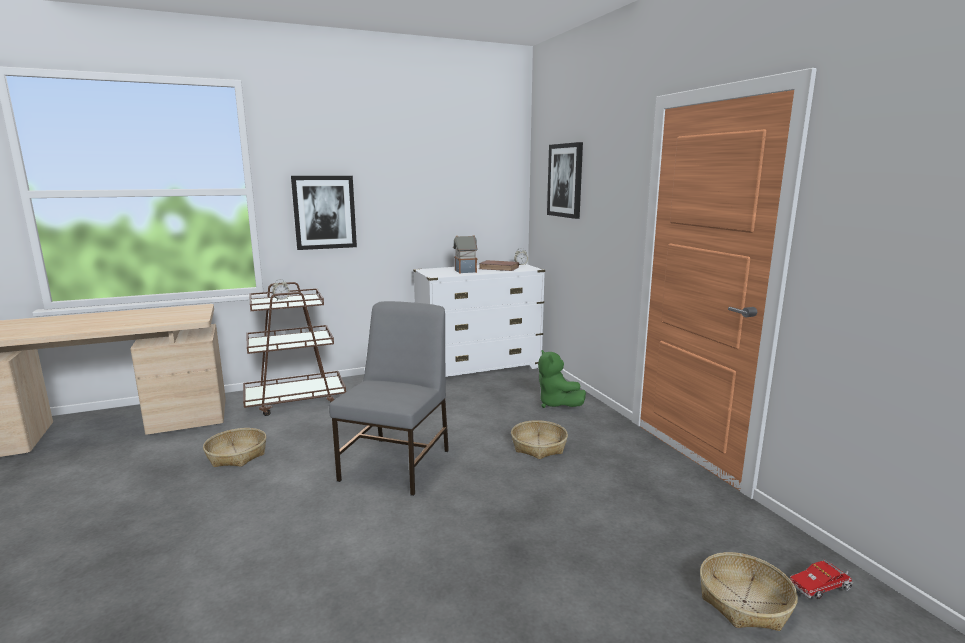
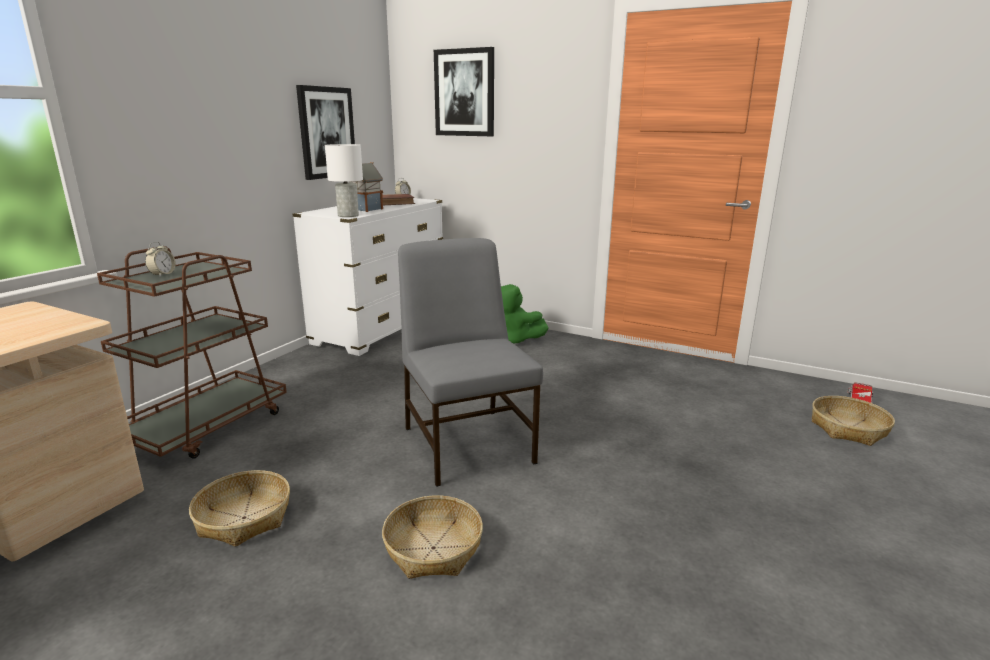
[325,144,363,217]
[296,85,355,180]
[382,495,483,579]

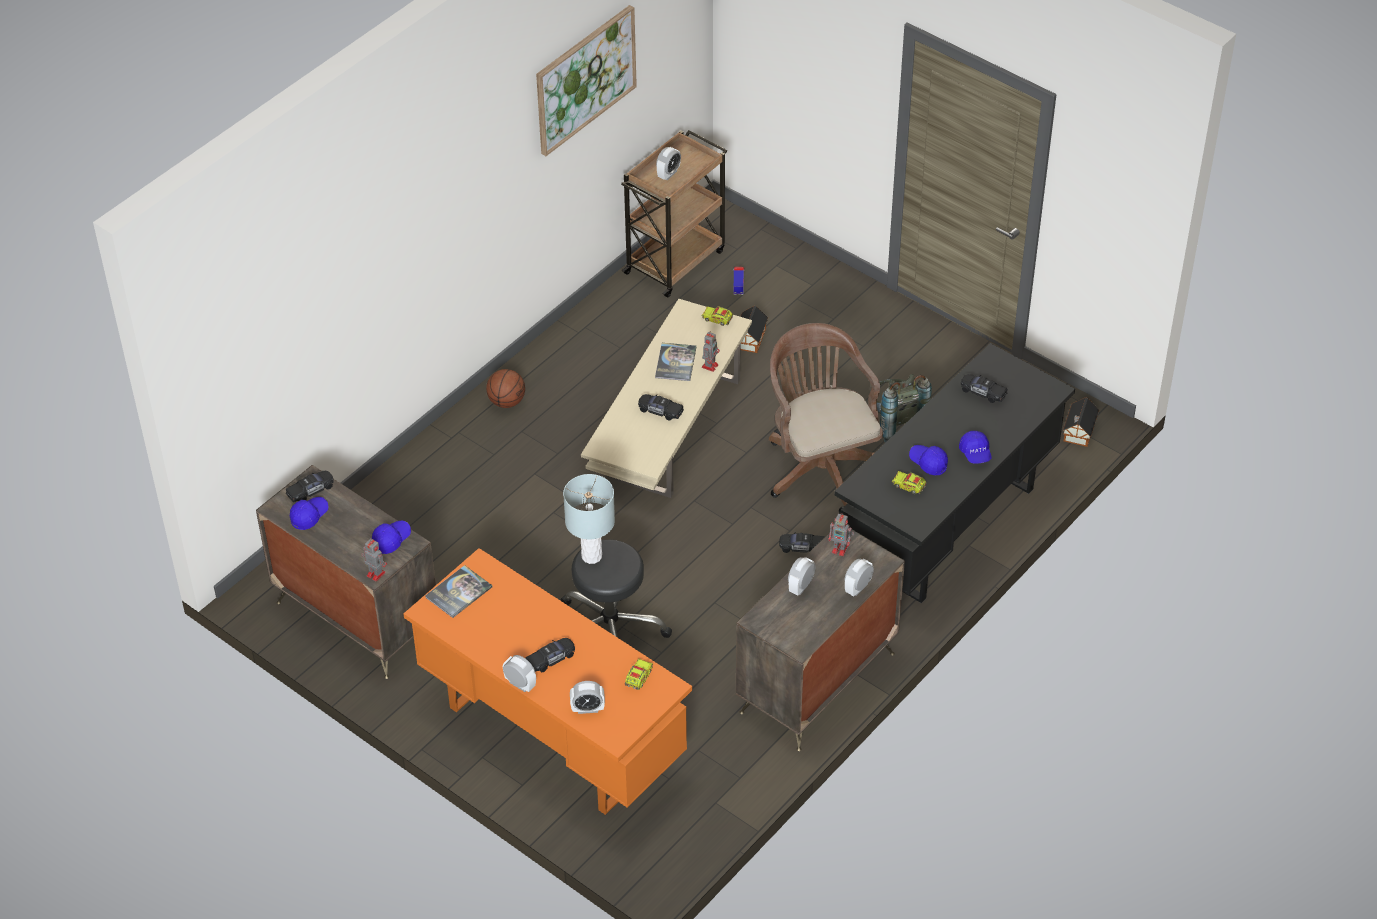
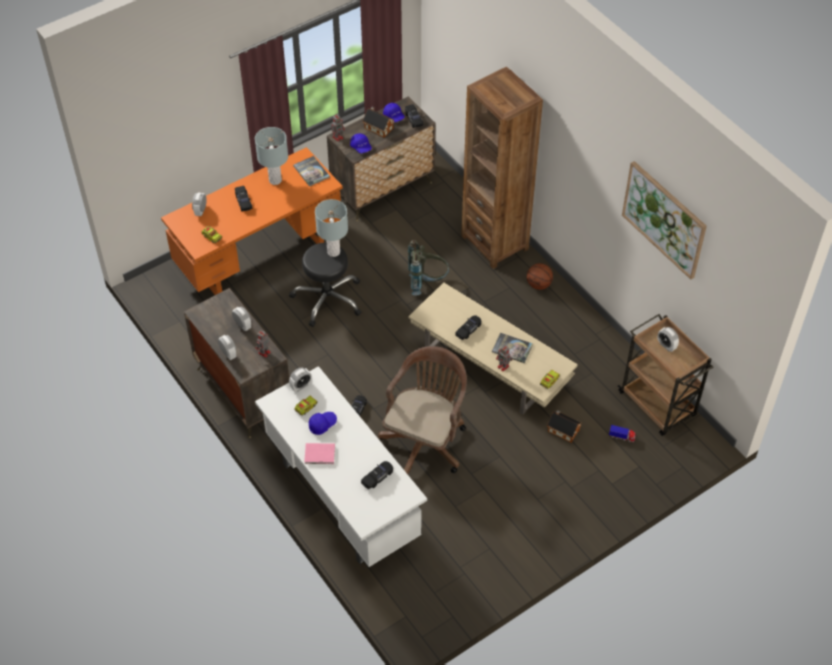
[255,127,288,185]
[461,67,543,269]
[289,367,312,392]
[408,240,449,295]
[363,107,394,138]
[304,443,335,464]
[255,366,427,567]
[378,346,467,474]

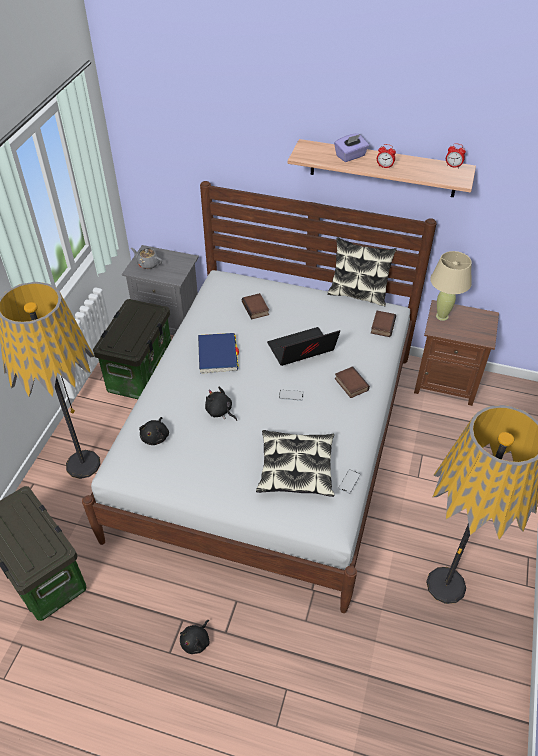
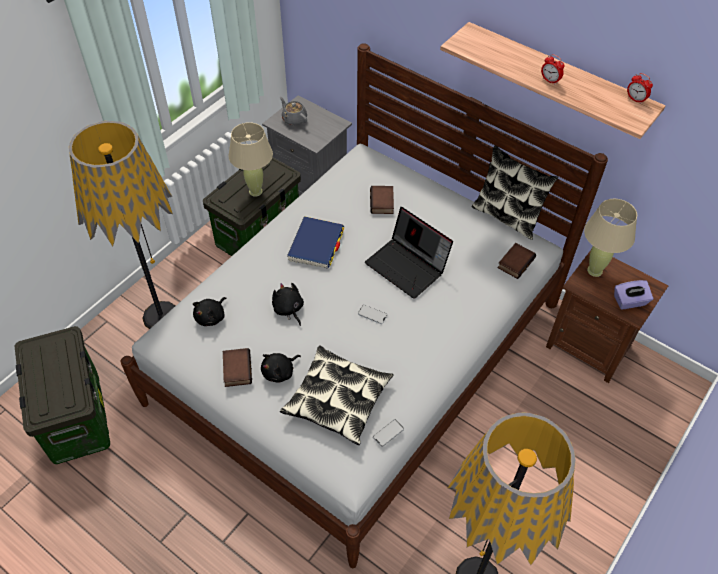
[228,122,273,197]
[261,353,301,383]
[614,280,653,309]
[223,348,252,387]
[365,207,453,299]

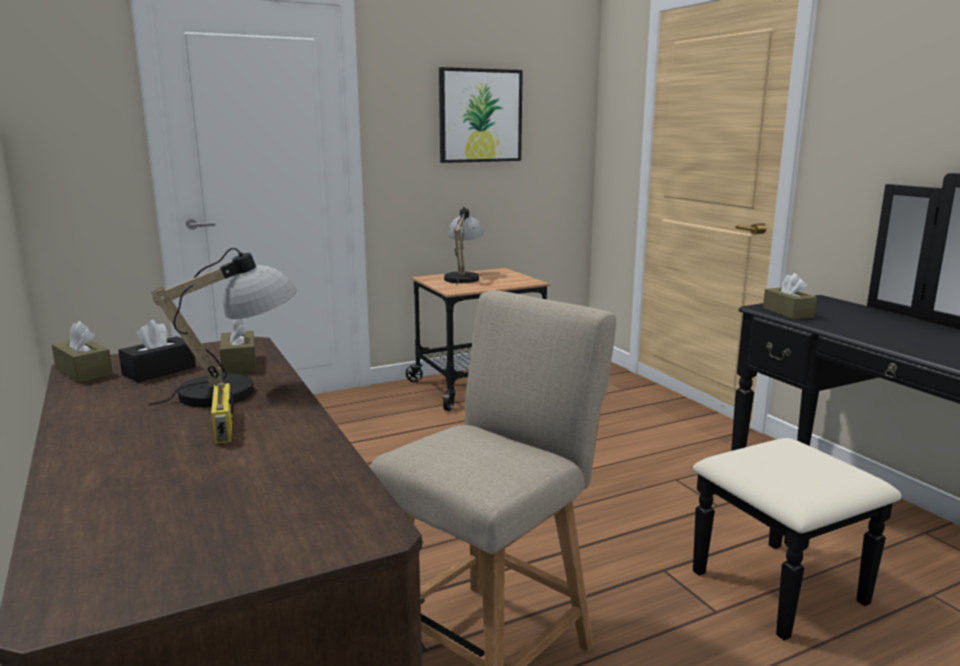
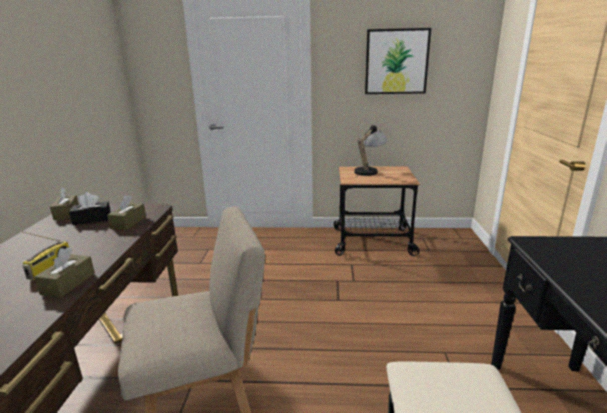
[148,248,297,407] (first image)
[34,247,95,298]

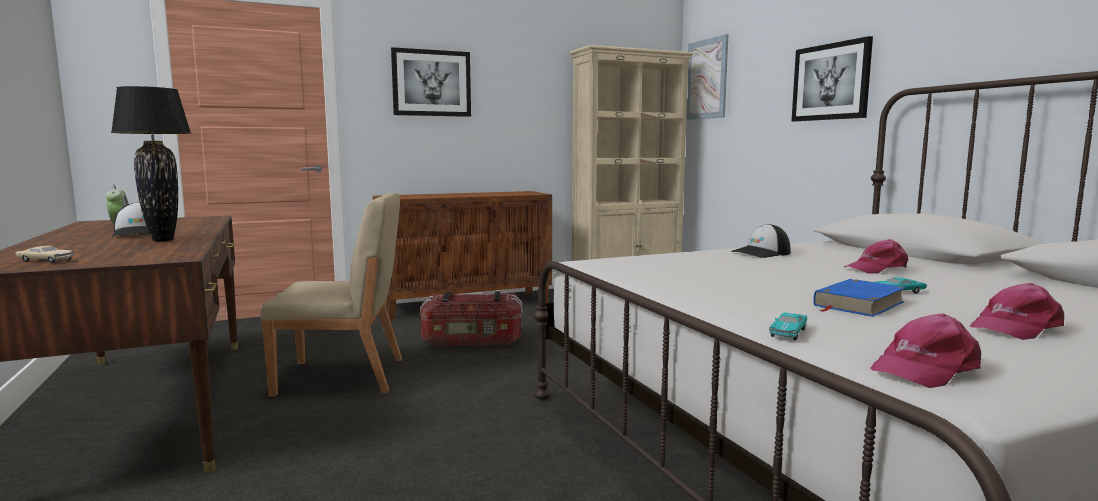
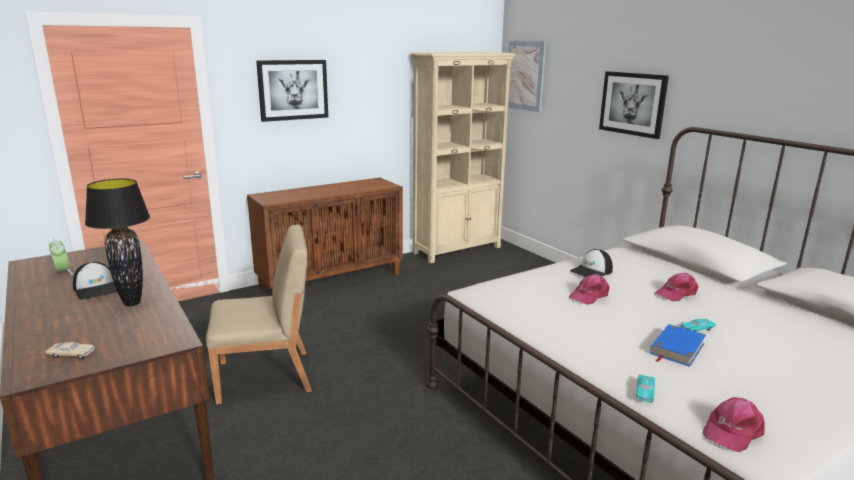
[420,291,523,347] (first image)
[569,274,610,305]

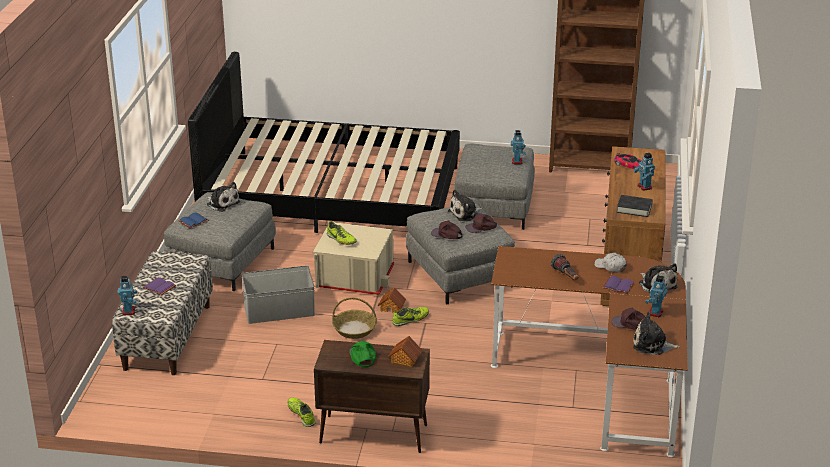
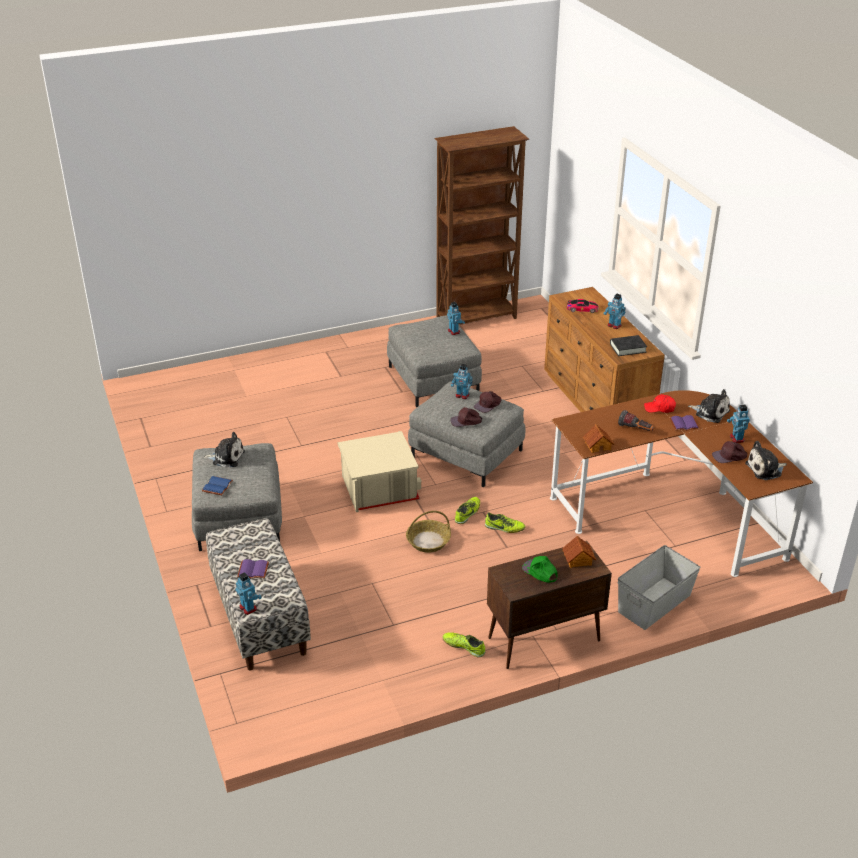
[188,52,460,233] (first image)
[618,545,700,630]
[485,512,525,533]
[583,425,614,453]
[451,364,473,399]
[644,394,676,413]

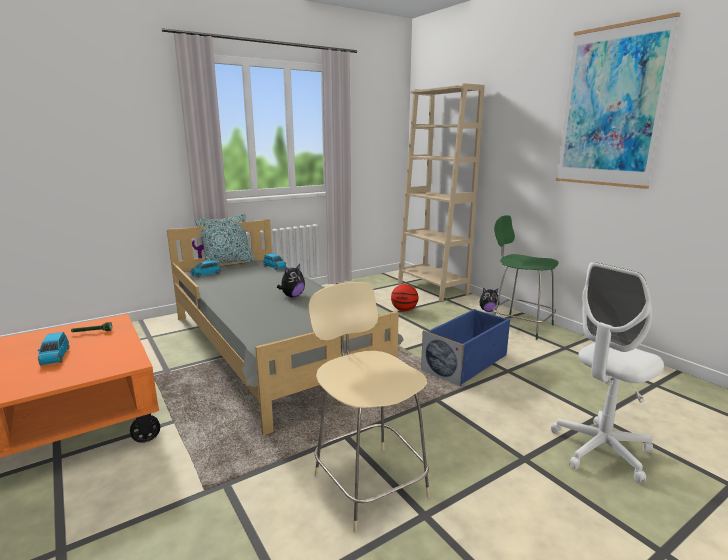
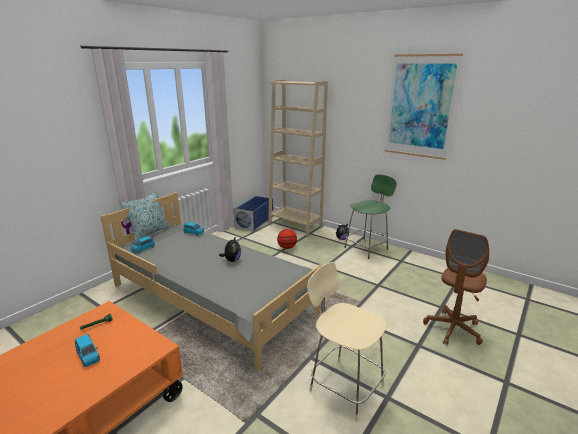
[233,196,273,232]
[423,229,489,345]
[344,174,396,259]

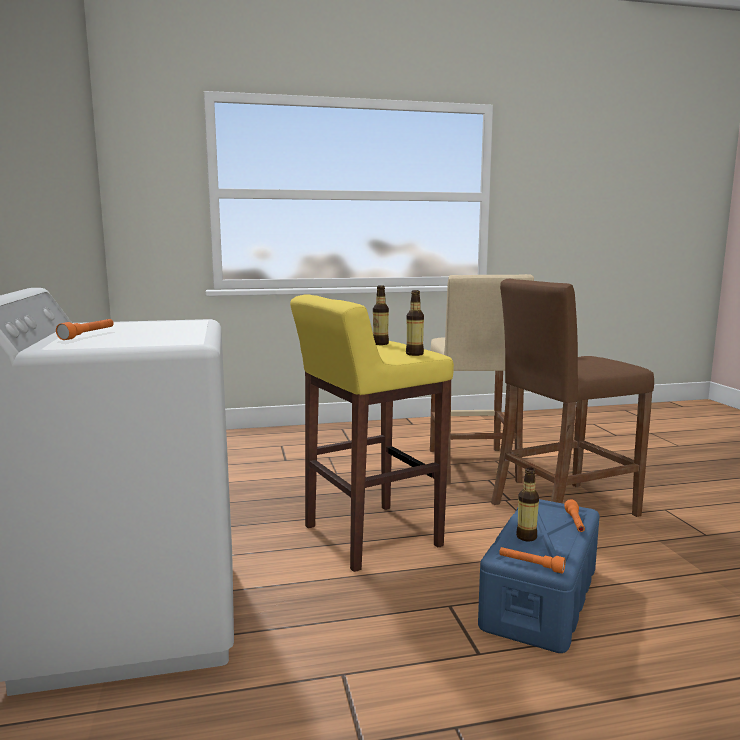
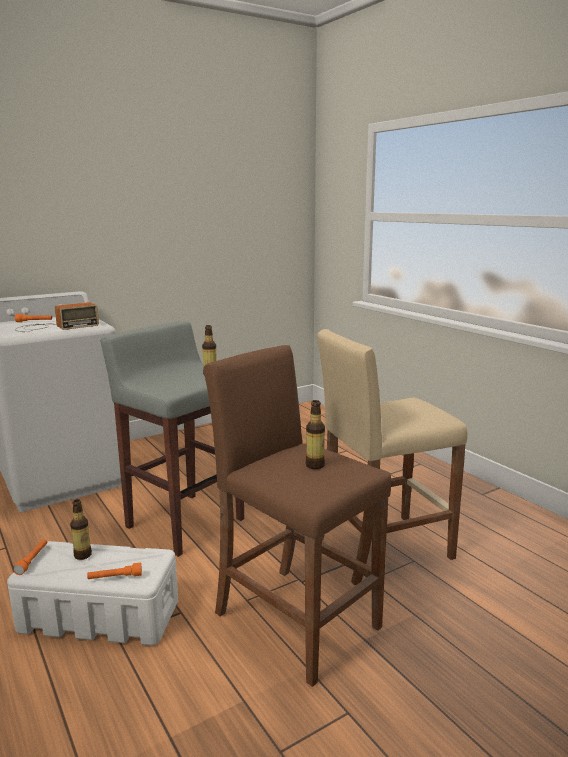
[15,302,99,332]
[306,400,325,469]
[100,321,244,557]
[7,541,178,646]

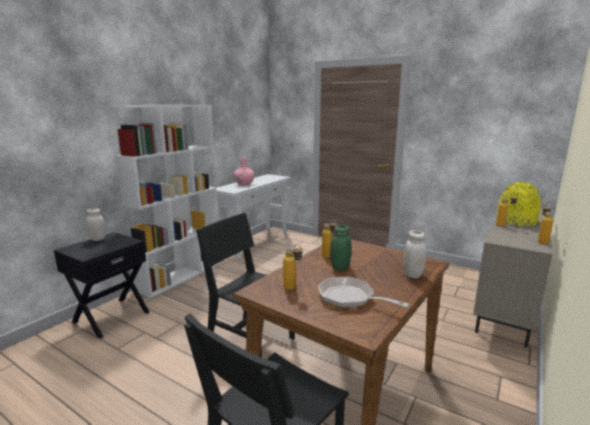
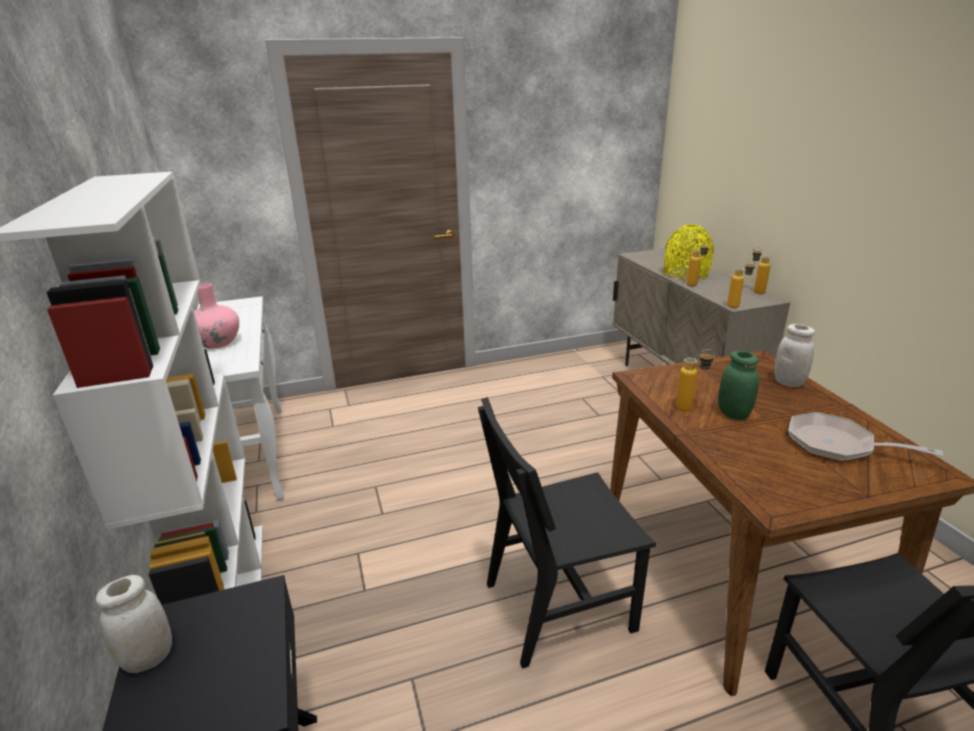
[727,260,755,308]
[788,412,943,462]

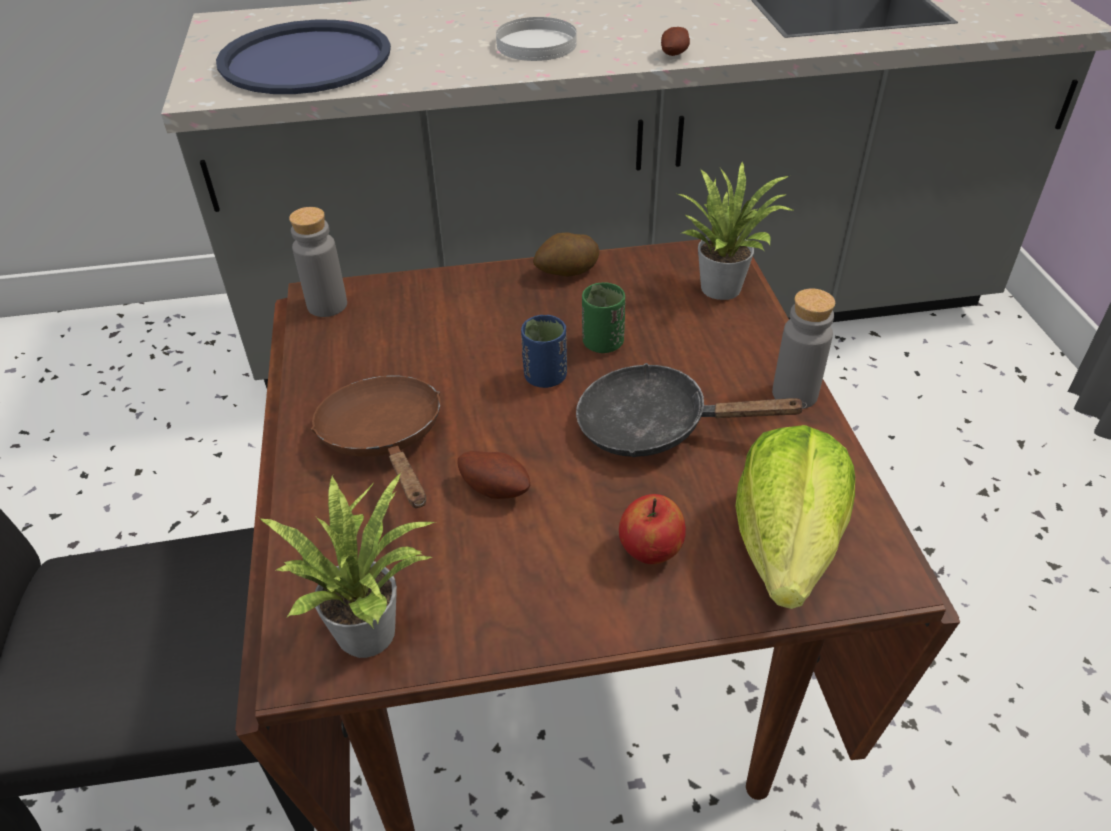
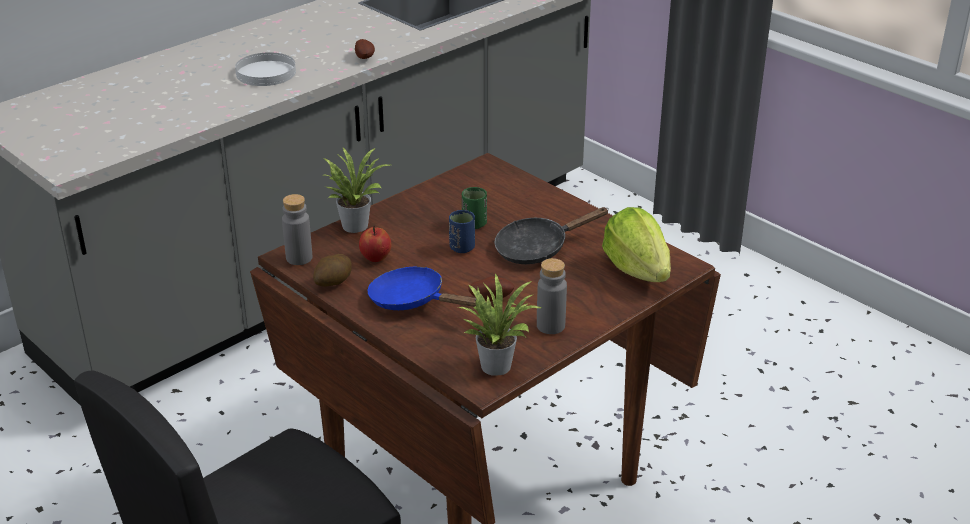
[216,20,391,94] (first image)
[313,254,352,287]
[359,225,392,262]
[324,148,390,233]
[537,258,567,334]
[368,267,476,310]

